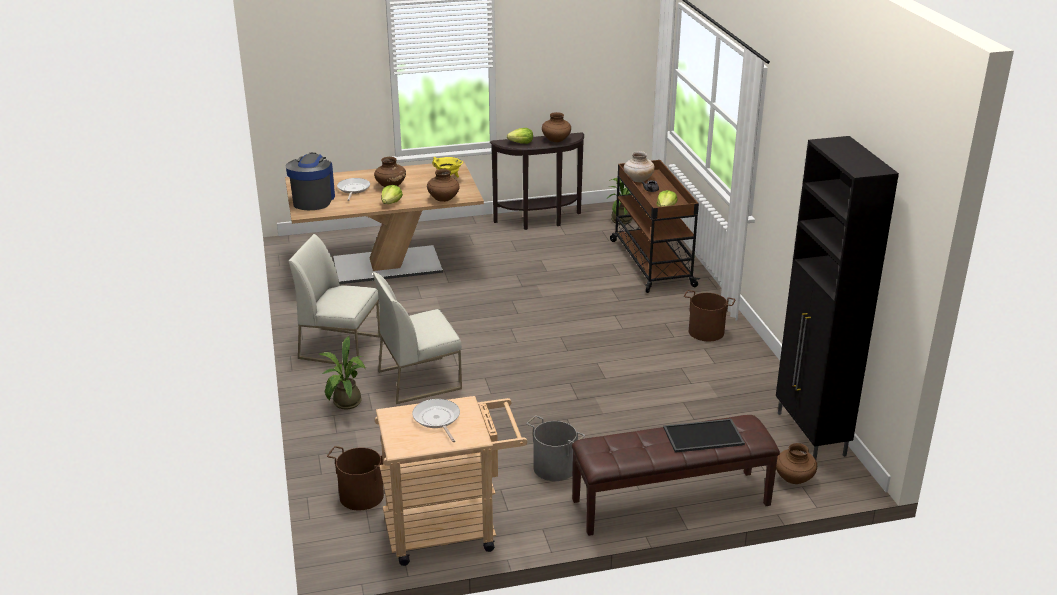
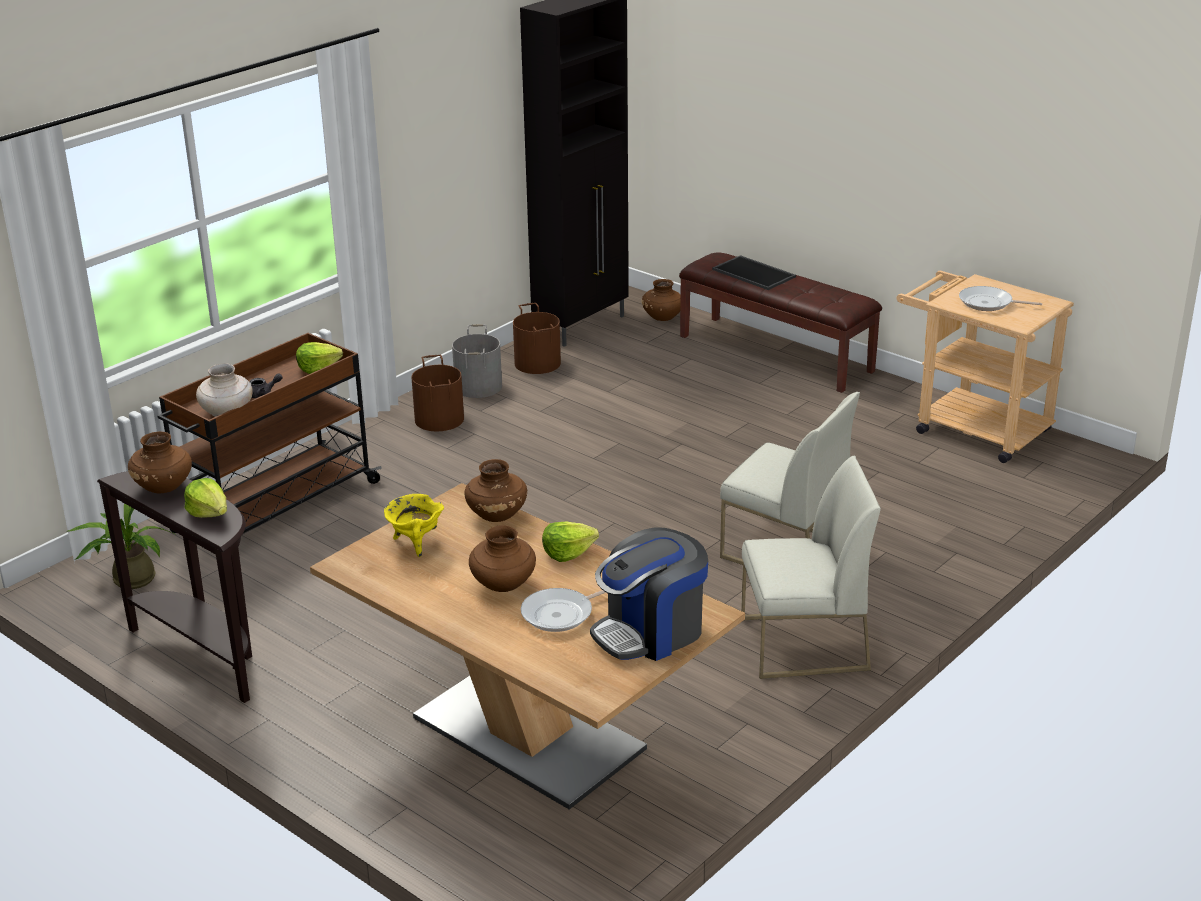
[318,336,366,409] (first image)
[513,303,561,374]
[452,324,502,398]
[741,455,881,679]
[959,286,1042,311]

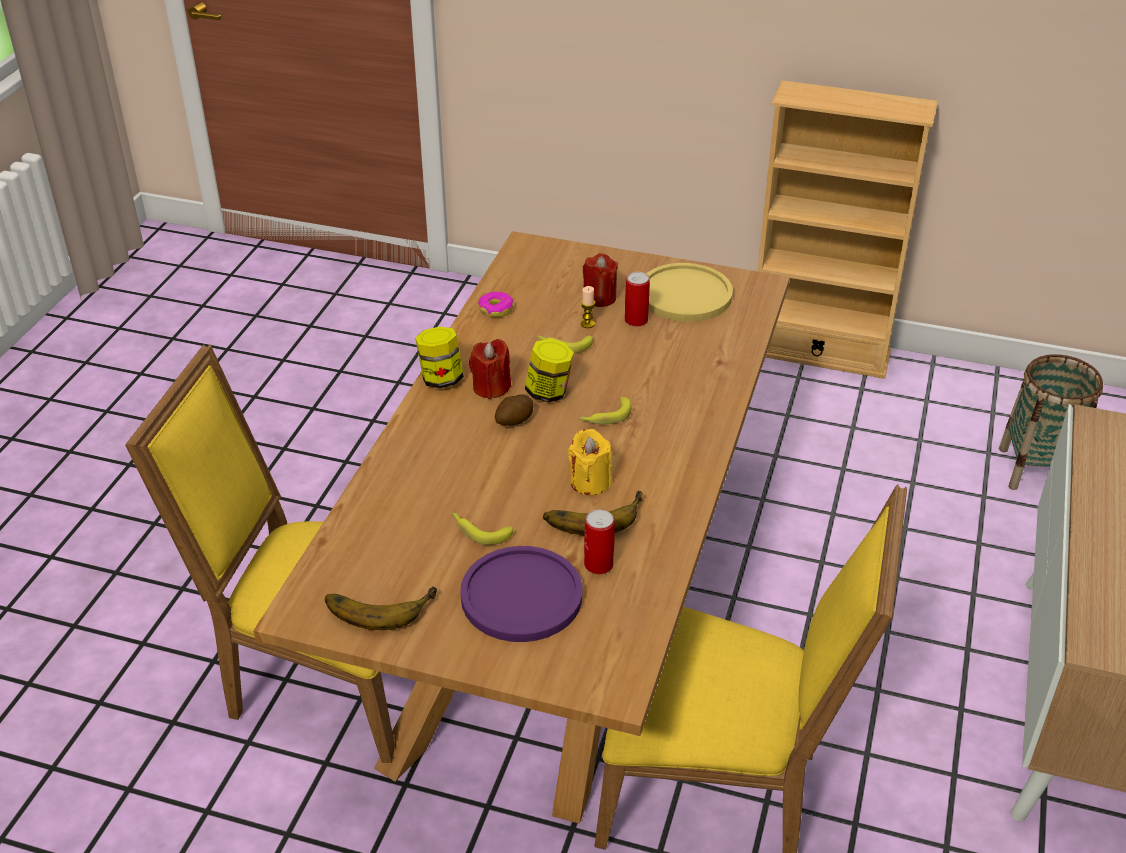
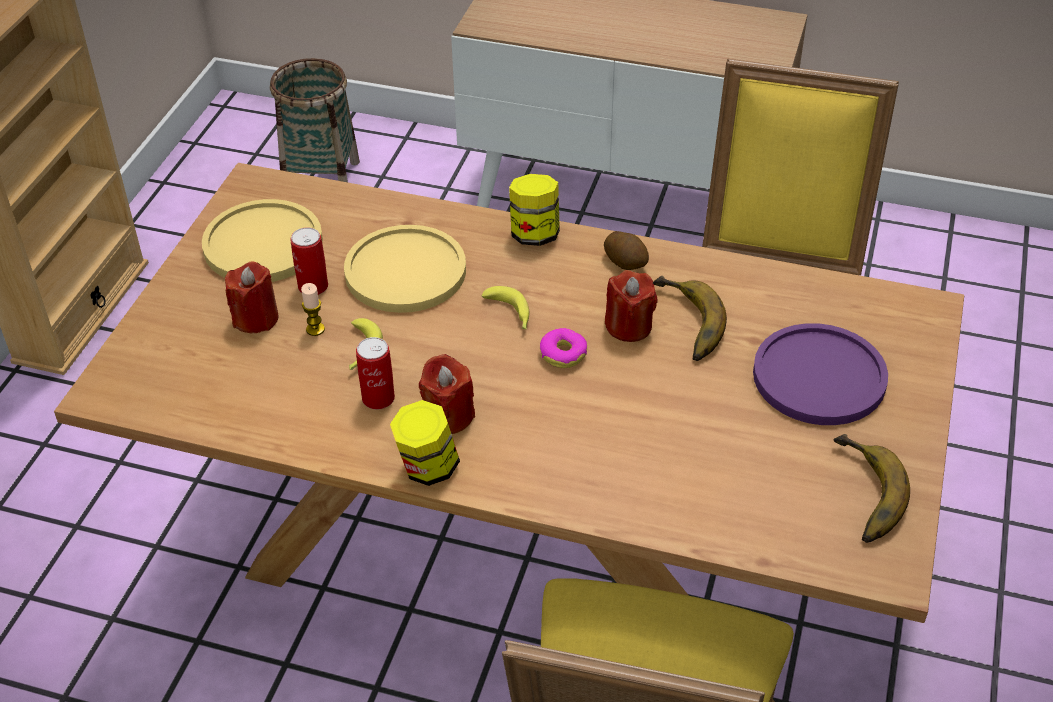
[452,513,513,545] (first image)
[344,225,466,313]
[540,328,587,368]
[604,231,649,270]
[509,174,560,246]
[356,337,395,410]
[605,270,658,342]

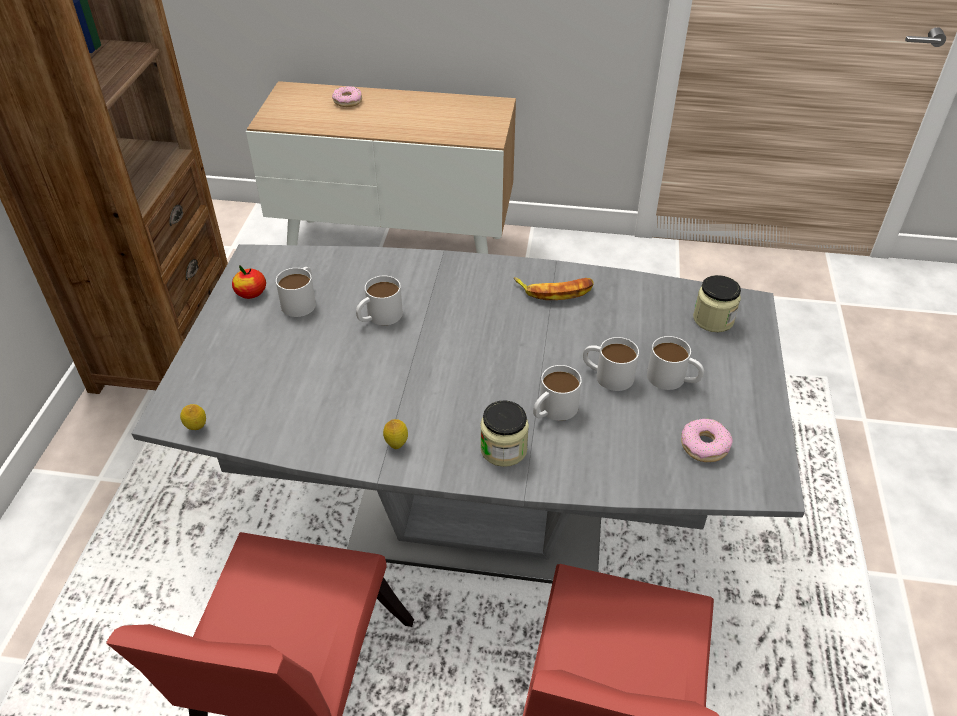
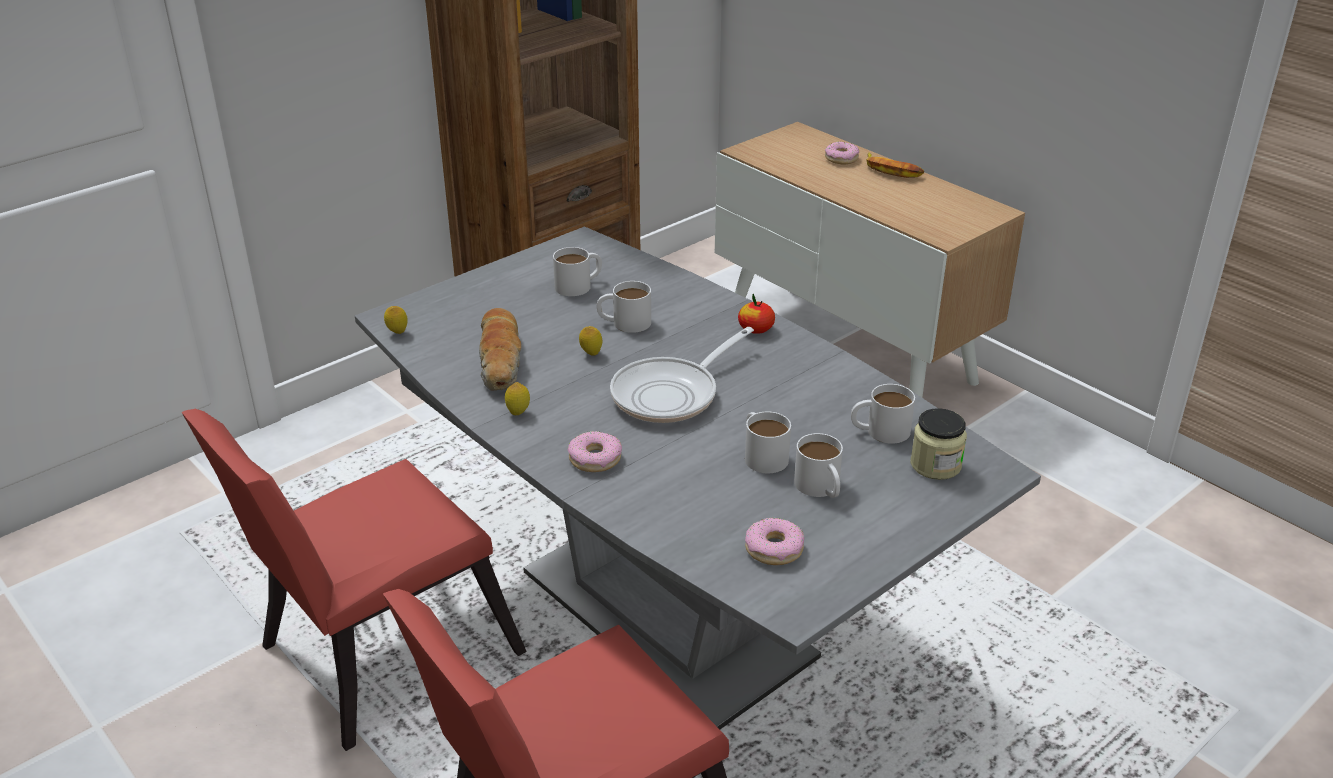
[479,308,521,390]
[579,326,602,356]
[610,327,754,423]
[738,294,775,334]
[866,153,925,178]
[851,384,915,444]
[568,431,622,472]

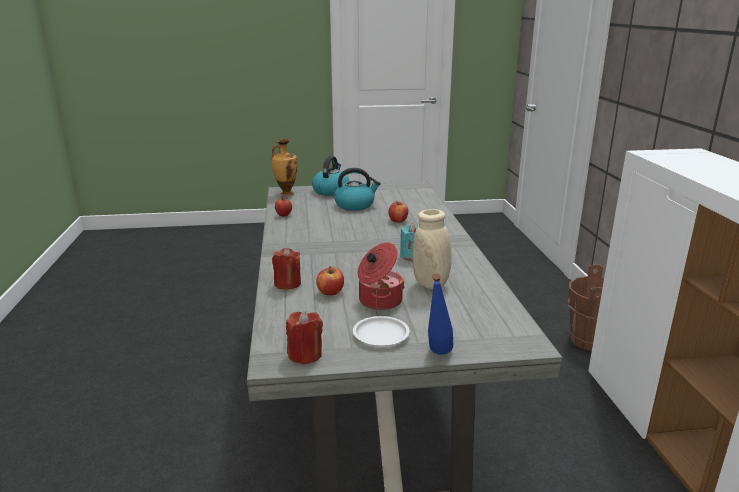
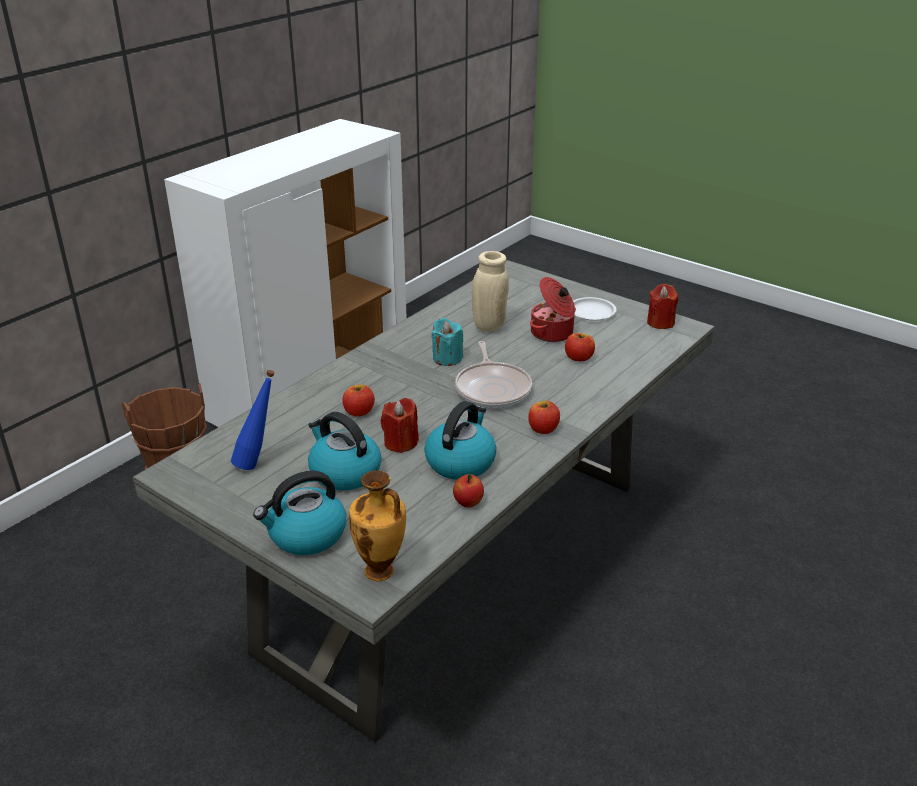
[424,401,496,480]
[455,341,532,408]
[529,401,560,434]
[380,398,419,453]
[231,370,275,470]

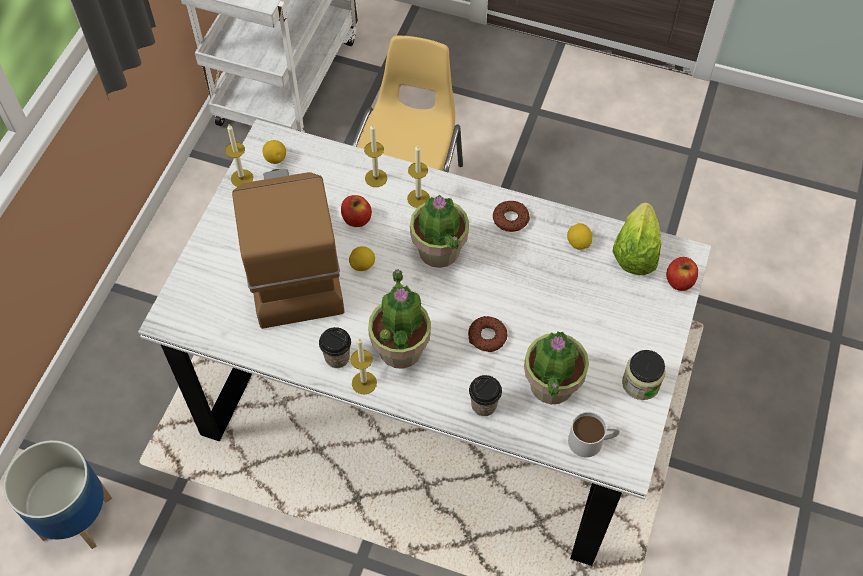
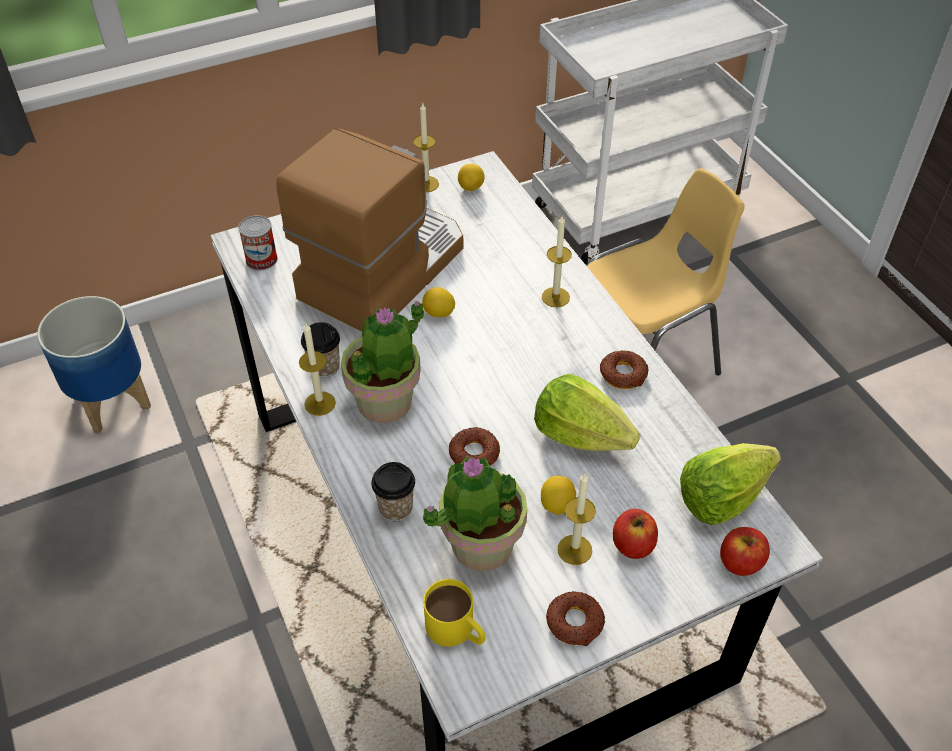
[410,194,469,268] (first image)
[238,215,278,270]
[534,374,640,451]
[613,509,658,559]
[558,474,596,565]
[541,476,576,515]
[546,591,605,646]
[423,579,486,647]

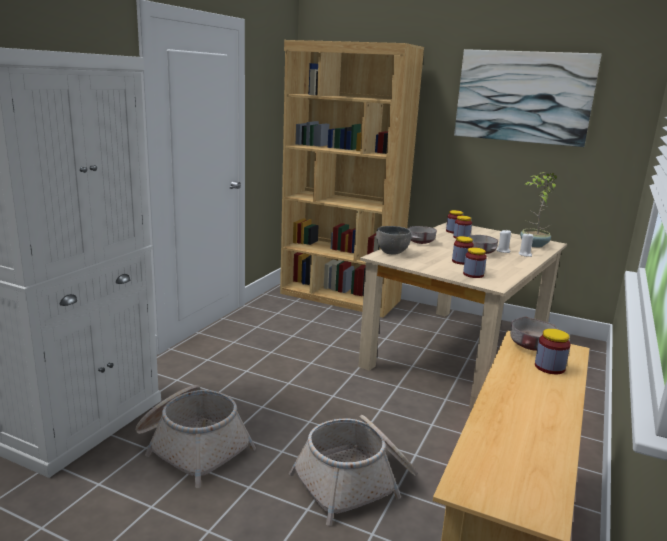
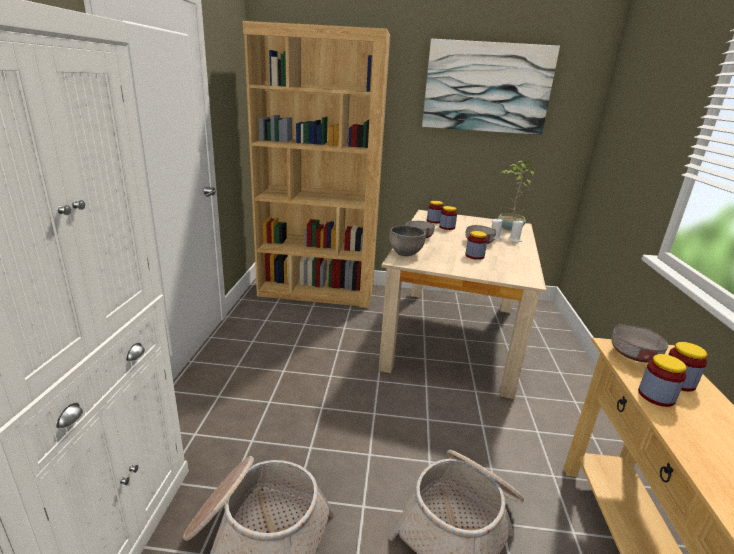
[638,354,687,407]

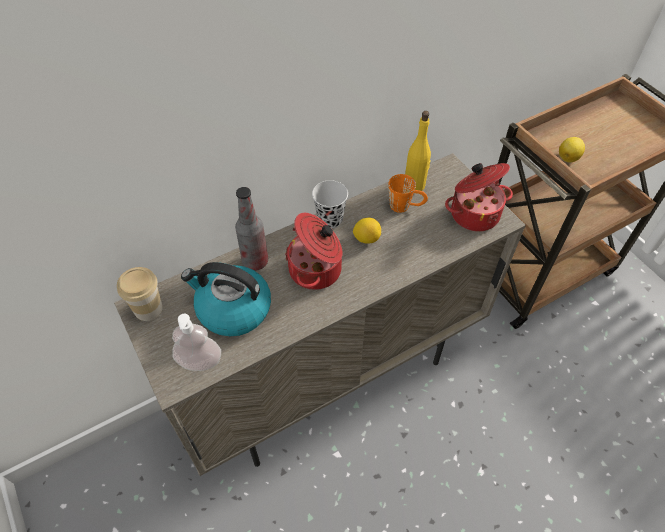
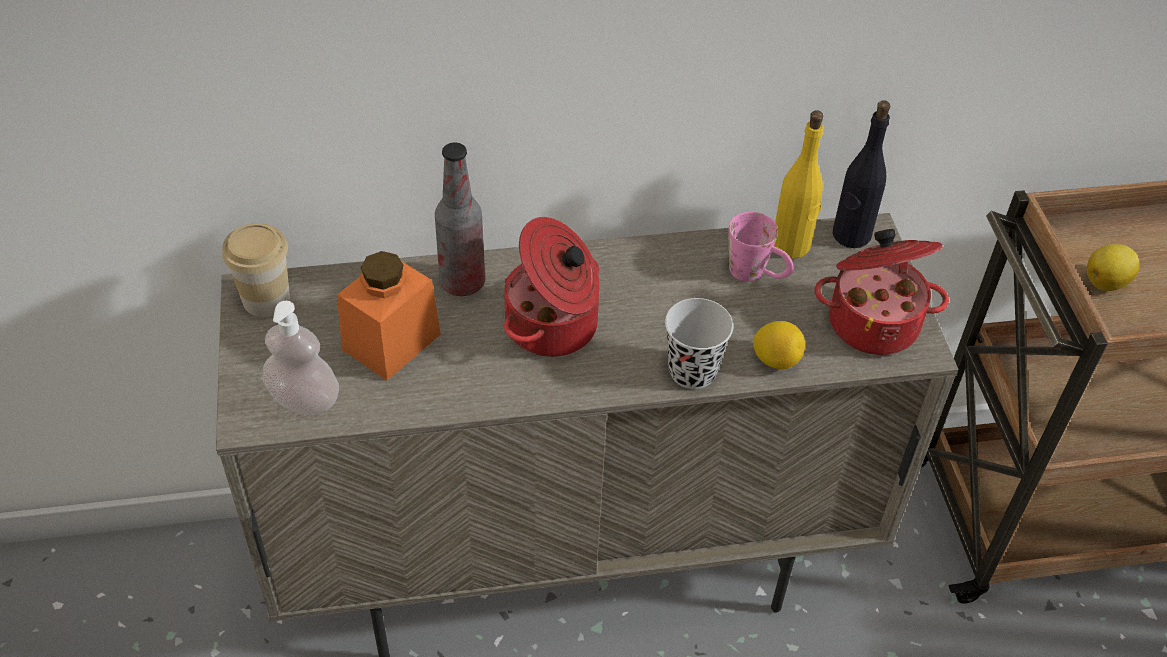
[833,100,890,248]
[665,298,733,389]
[753,321,805,369]
[337,251,441,380]
[728,212,793,282]

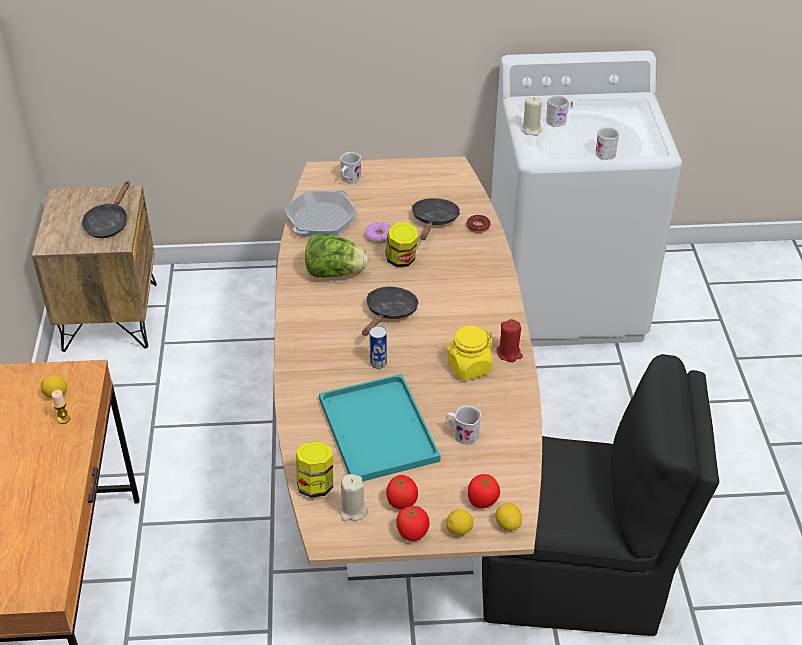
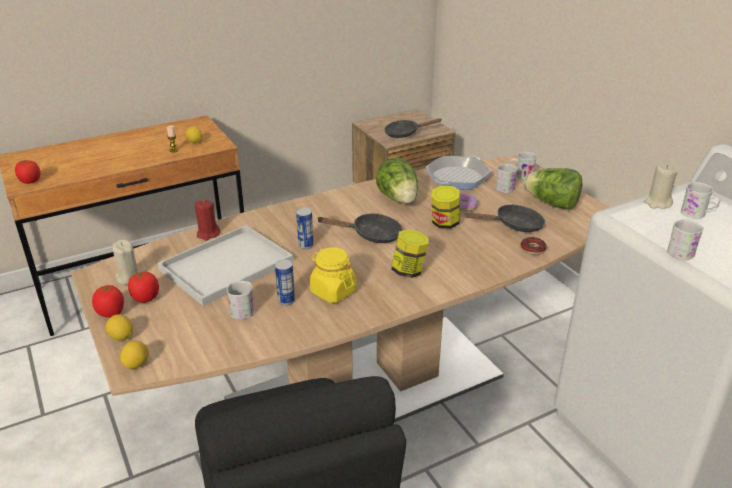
[275,259,295,306]
[496,164,518,193]
[524,168,582,210]
[391,229,429,278]
[15,160,40,184]
[195,200,220,241]
[157,225,293,306]
[426,156,491,190]

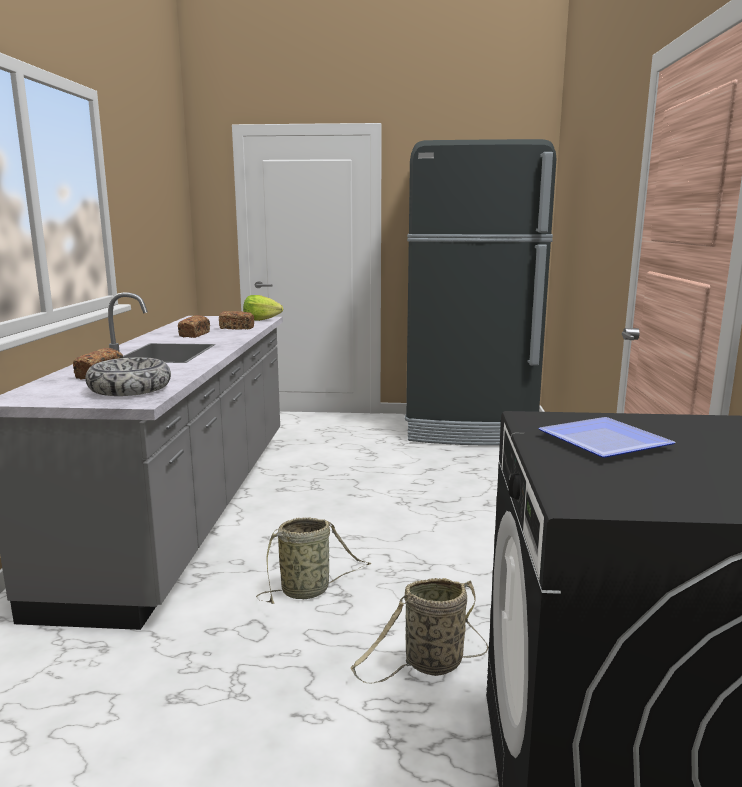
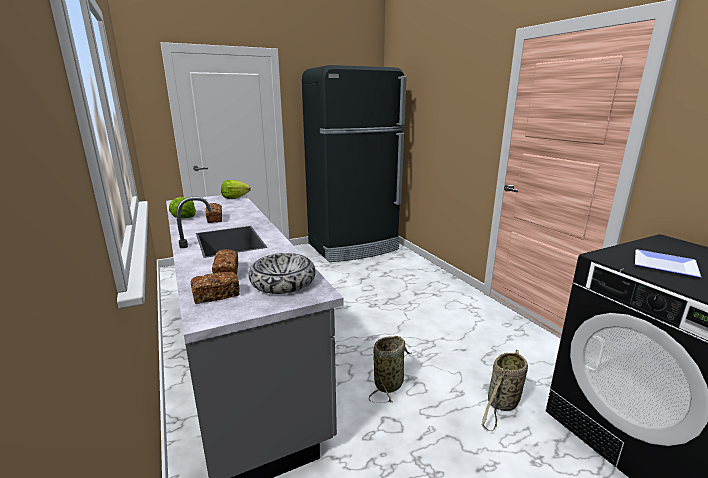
[169,197,196,219]
[191,272,240,304]

